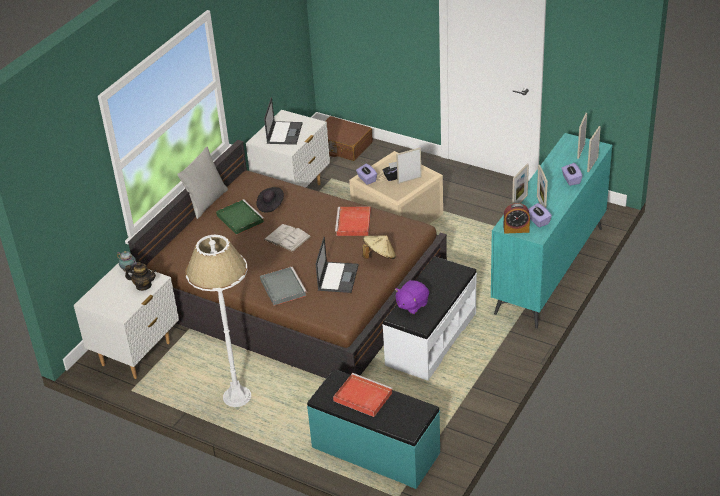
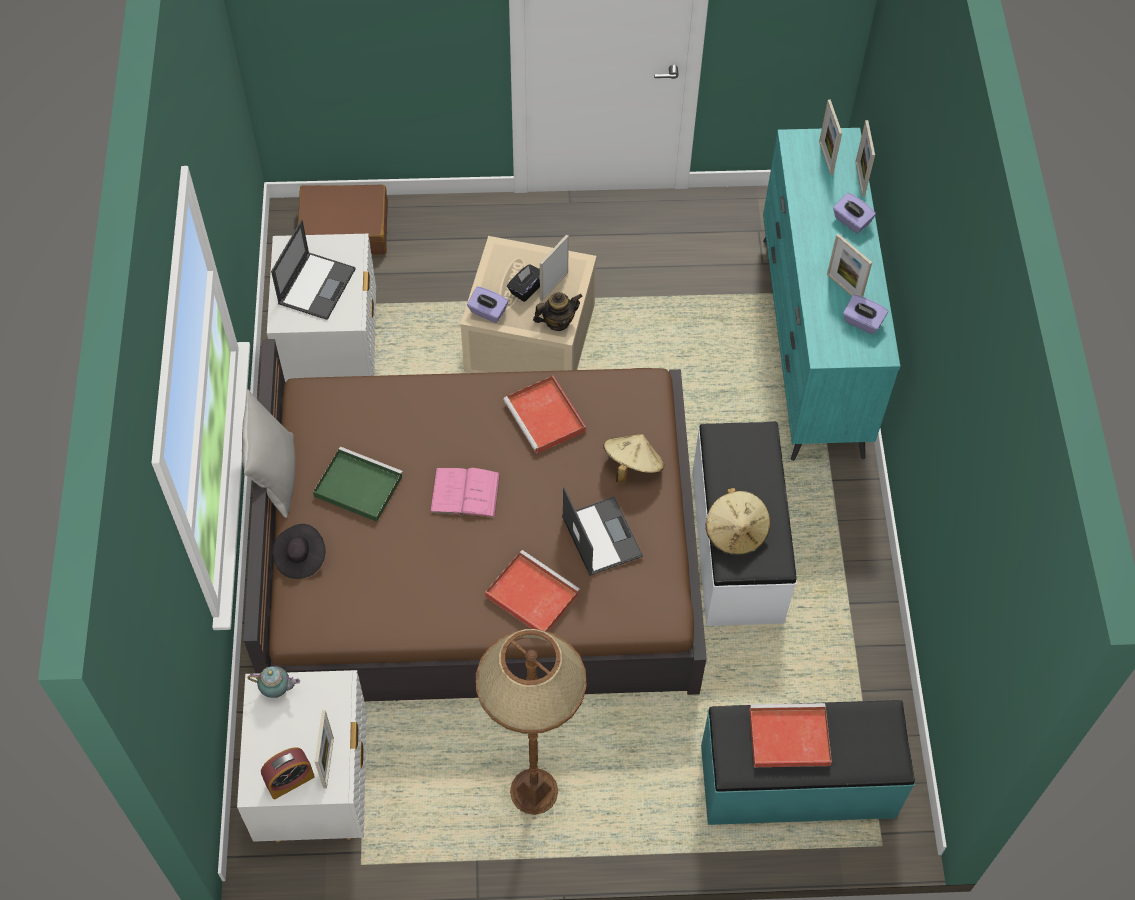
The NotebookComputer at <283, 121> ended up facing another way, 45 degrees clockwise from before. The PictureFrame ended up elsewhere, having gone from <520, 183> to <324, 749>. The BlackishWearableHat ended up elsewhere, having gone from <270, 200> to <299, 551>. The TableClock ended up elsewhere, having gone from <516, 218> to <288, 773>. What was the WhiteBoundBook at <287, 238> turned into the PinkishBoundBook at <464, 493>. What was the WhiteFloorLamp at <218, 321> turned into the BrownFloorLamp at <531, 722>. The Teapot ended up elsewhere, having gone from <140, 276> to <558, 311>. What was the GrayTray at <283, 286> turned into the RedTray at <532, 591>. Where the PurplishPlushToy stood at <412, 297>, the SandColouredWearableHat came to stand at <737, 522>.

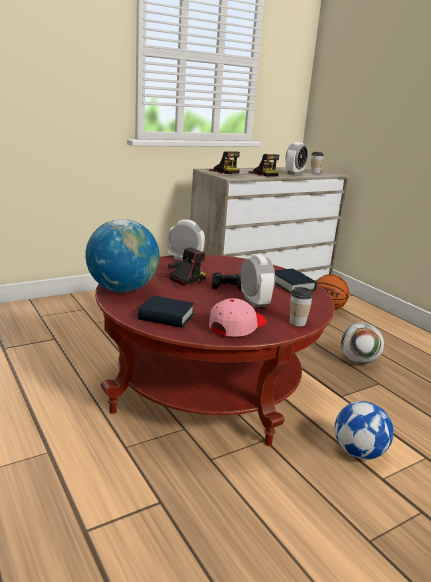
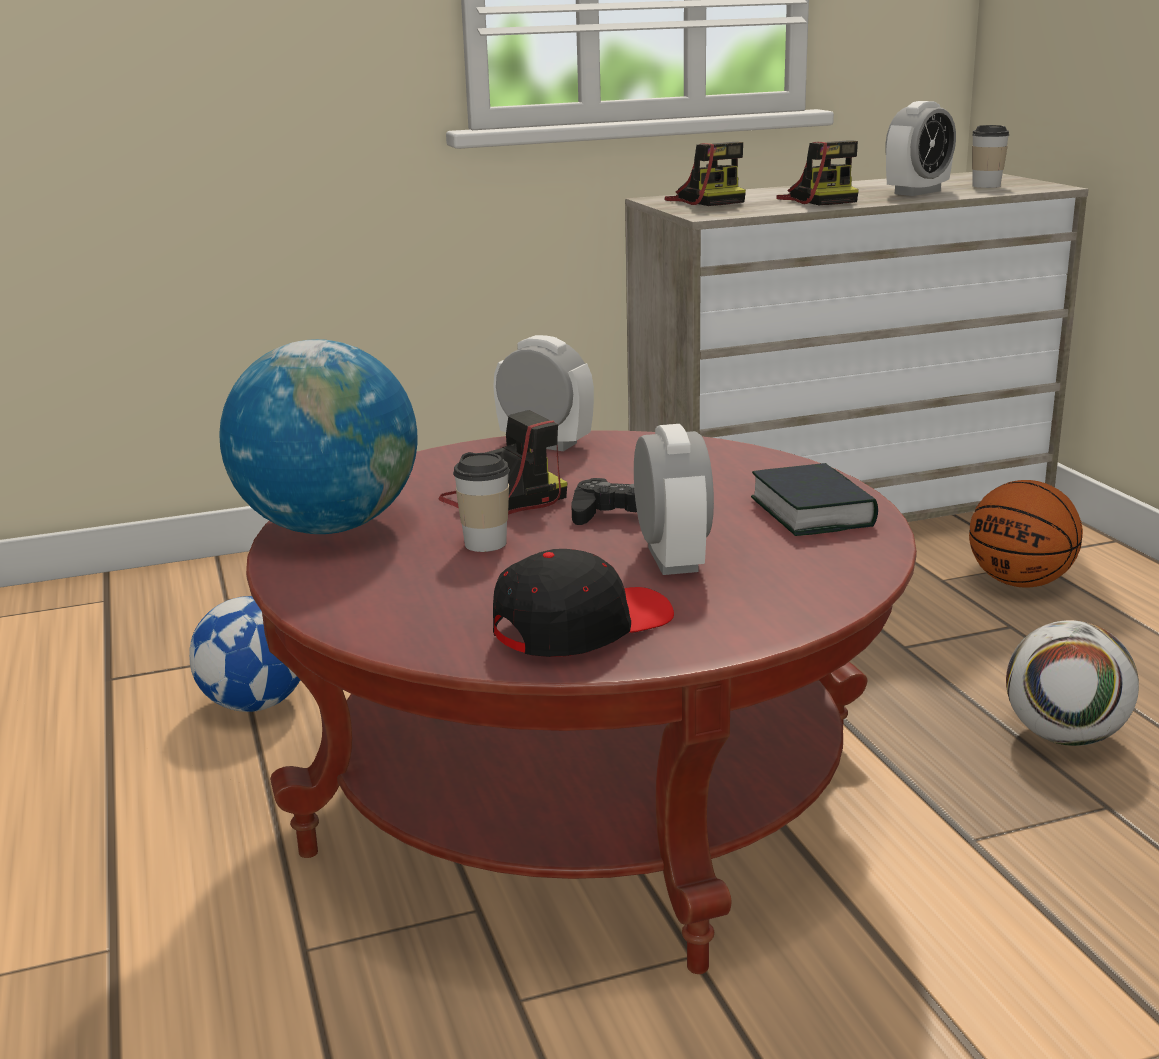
The SmallCup ended up elsewhere, having gone from <301, 307> to <481, 502>. The second view lost the BoundBook at <165, 312>. What was the PinkishPeakedCap at <238, 317> turned into the BlackishPeakedCap at <583, 603>. The Football ended up elsewhere, having gone from <364, 430> to <244, 654>.

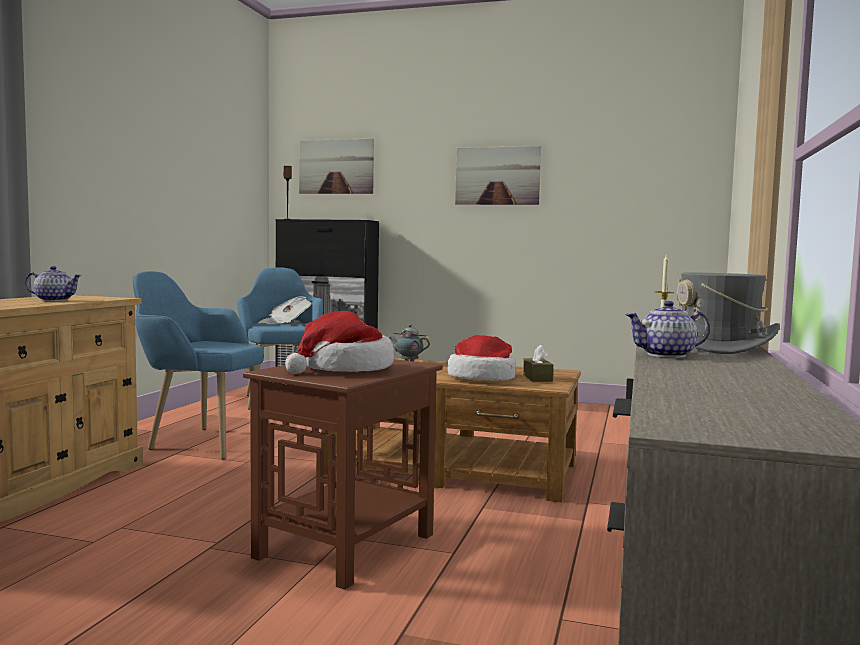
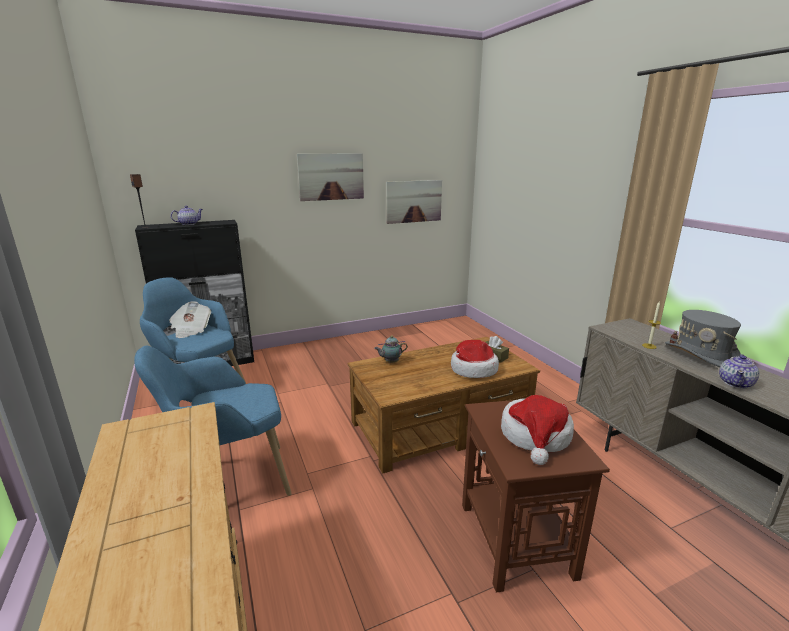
The WallPicture ended up elsewhere, having gone from <336, 166> to <414, 202>. The Teapot ended up elsewhere, having gone from <53, 283> to <187, 215>.

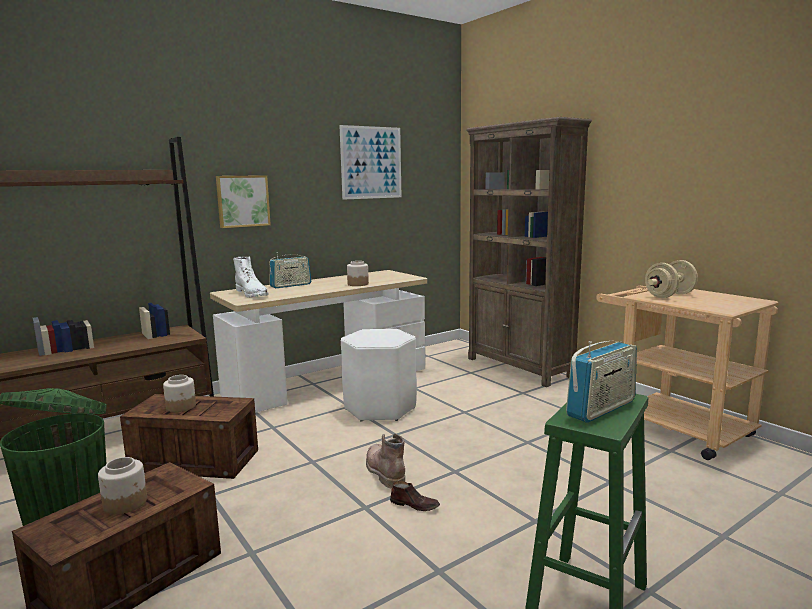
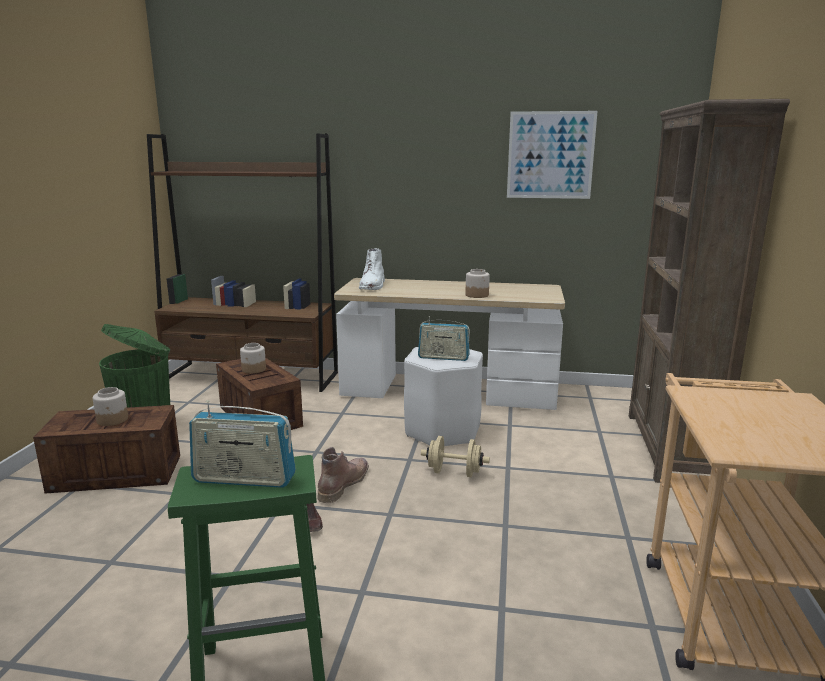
The second view lost the WallPicture at <243, 201>. The RadioReceiver ended up elsewhere, having gone from <290, 270> to <444, 338>. The SandColouredDumbbell ended up elsewhere, having gone from <671, 279> to <455, 456>.

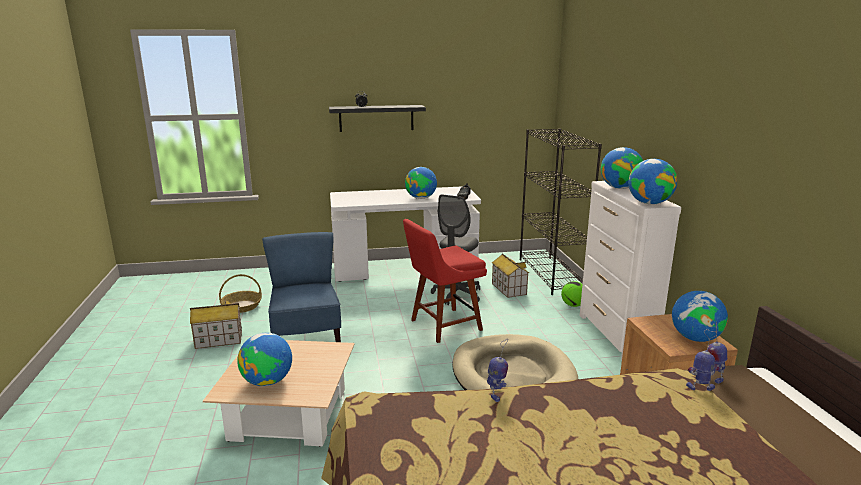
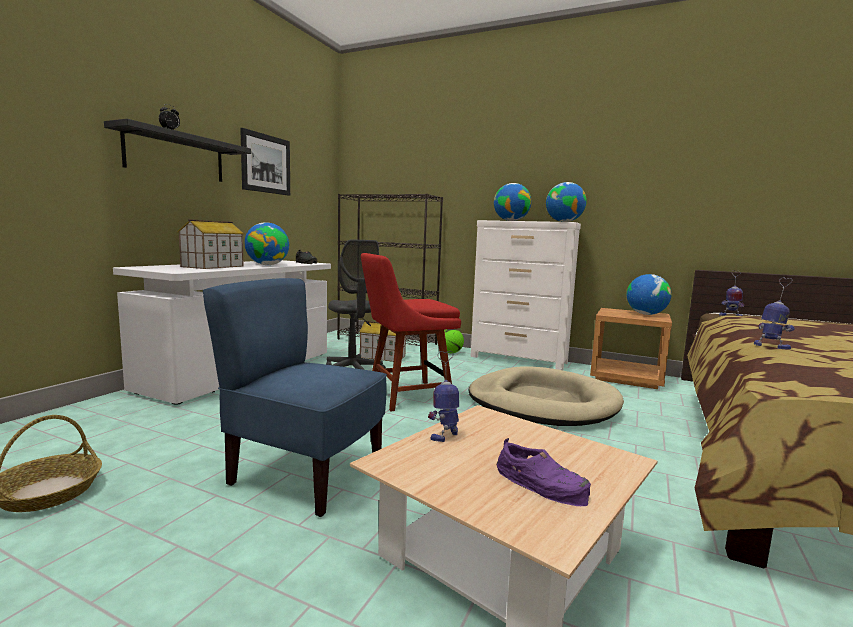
The RedPlainChair at <445, 281> ended up facing another way, 60 degrees clockwise from before. The ToyHouse ended up elsewhere, having gone from <216, 324> to <210, 244>. The RobotFigure ended up elsewhere, having gone from <701, 360> to <443, 396>. Where the DeskGlobe stood at <264, 359>, the PurplishShoe came to stand at <544, 472>. The second view gained the WallPicture at <265, 162>.

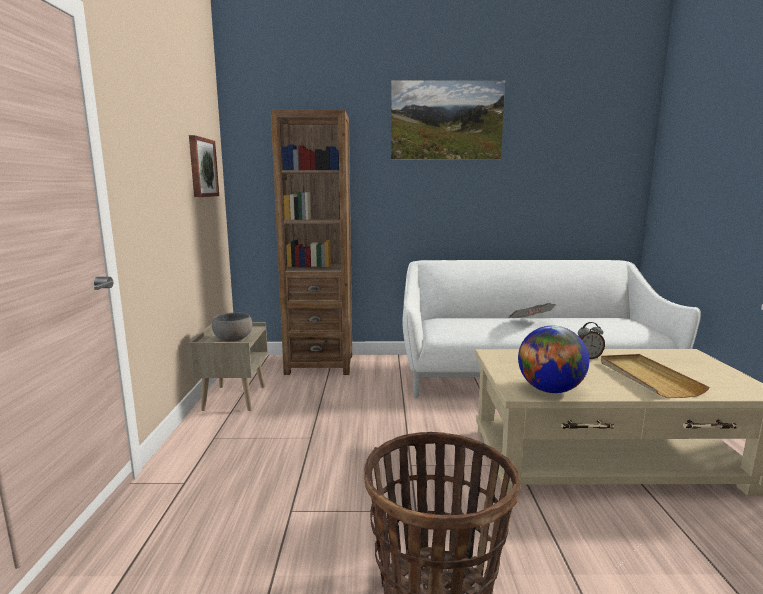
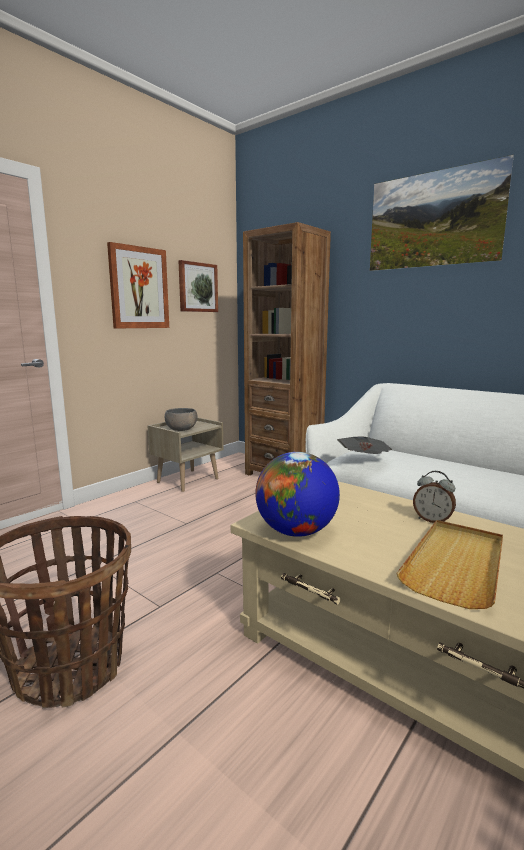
The PrintedPaper ended up elsewhere, having gone from <532, 310> to <364, 445>. The second view gained the WallPicture at <138, 285>.

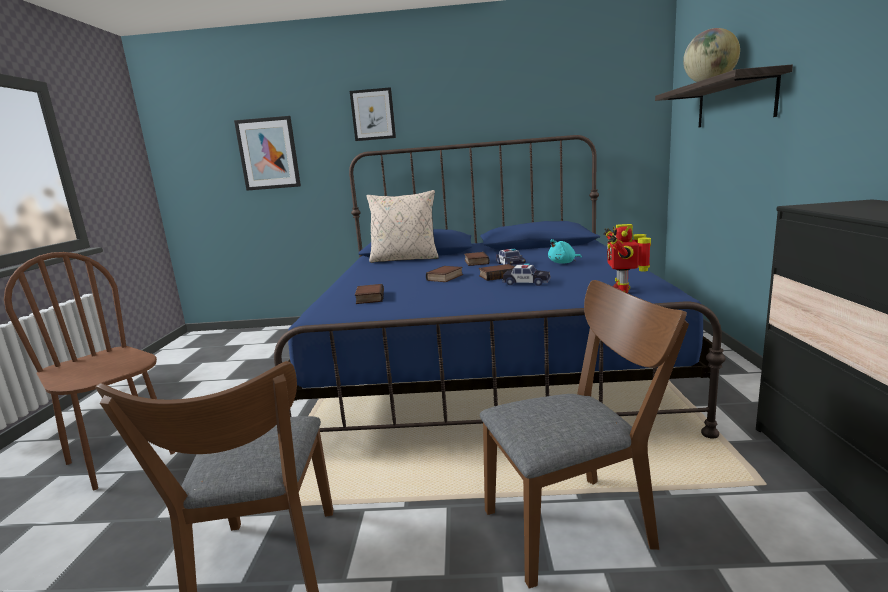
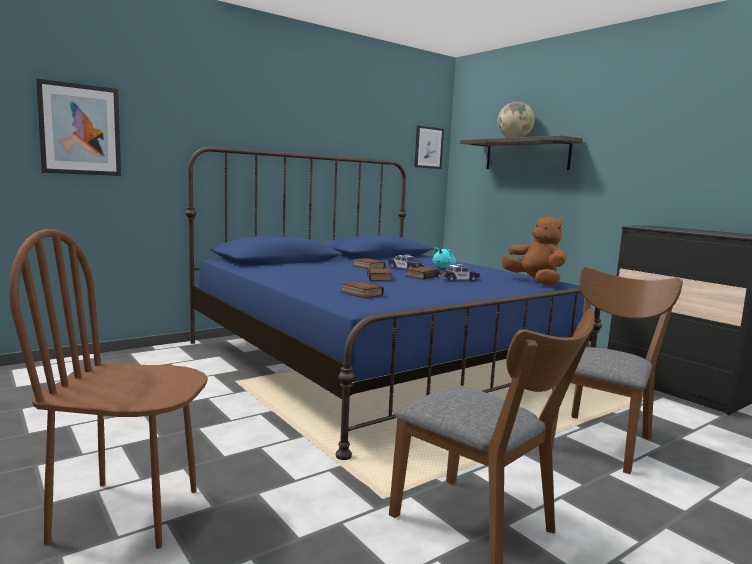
The WallPicture ended up elsewhere, having gone from <373, 114> to <429, 147>. The second view lost the SandColouredThrowPillow at <403, 226>. Where the RobotFigure stood at <627, 258>, the BrownPlushToy came to stand at <534, 250>.

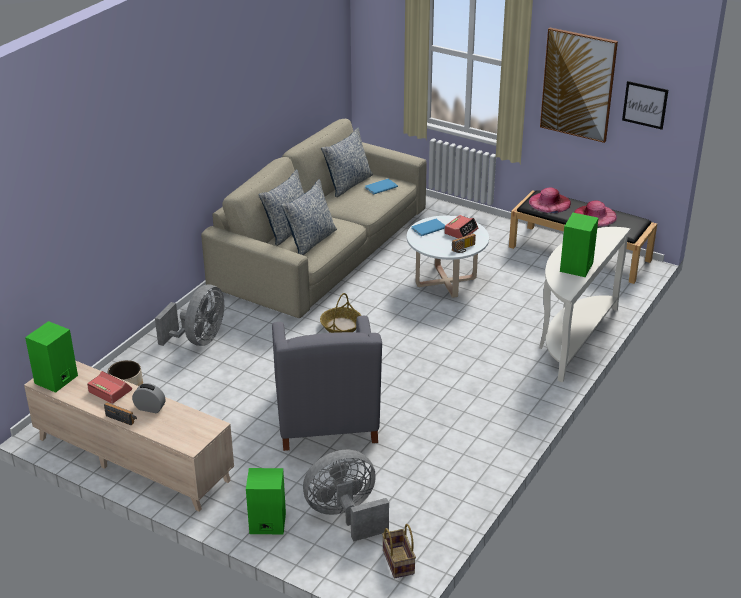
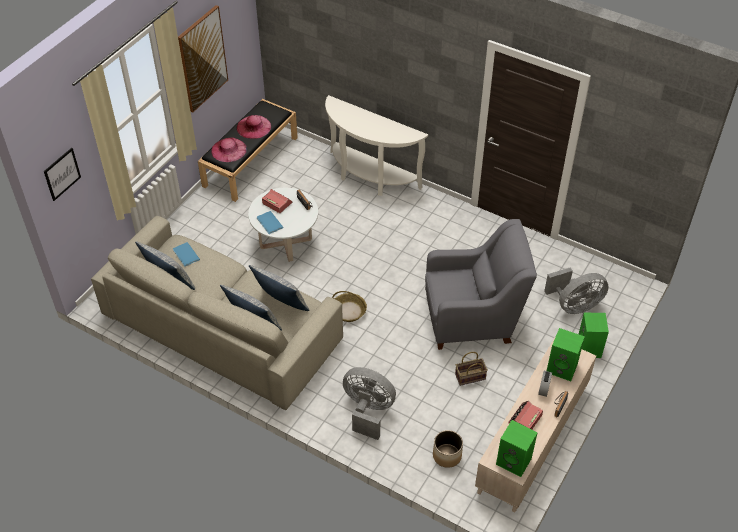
The WallPicture ended up elsewhere, having gone from <645, 105> to <62, 174>. The GreenLoudspeaker ended up elsewhere, having gone from <579, 245> to <566, 354>. The GrayElectricFan at <346, 495> ended up facing another way, 90 degrees counterclockwise from before. The Basket ended up elsewhere, having gone from <399, 551> to <471, 369>.

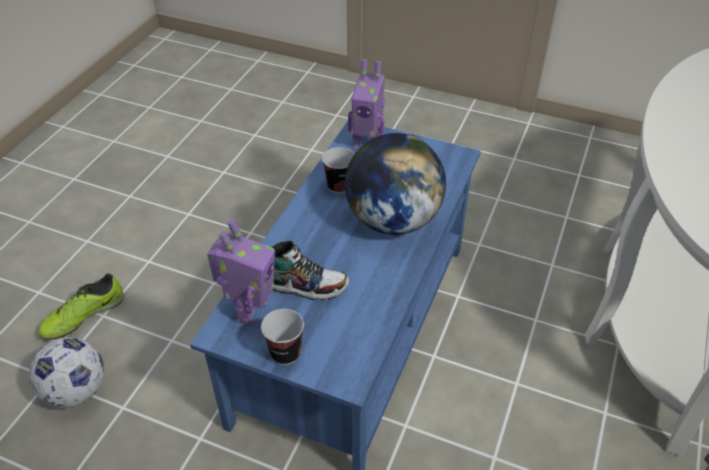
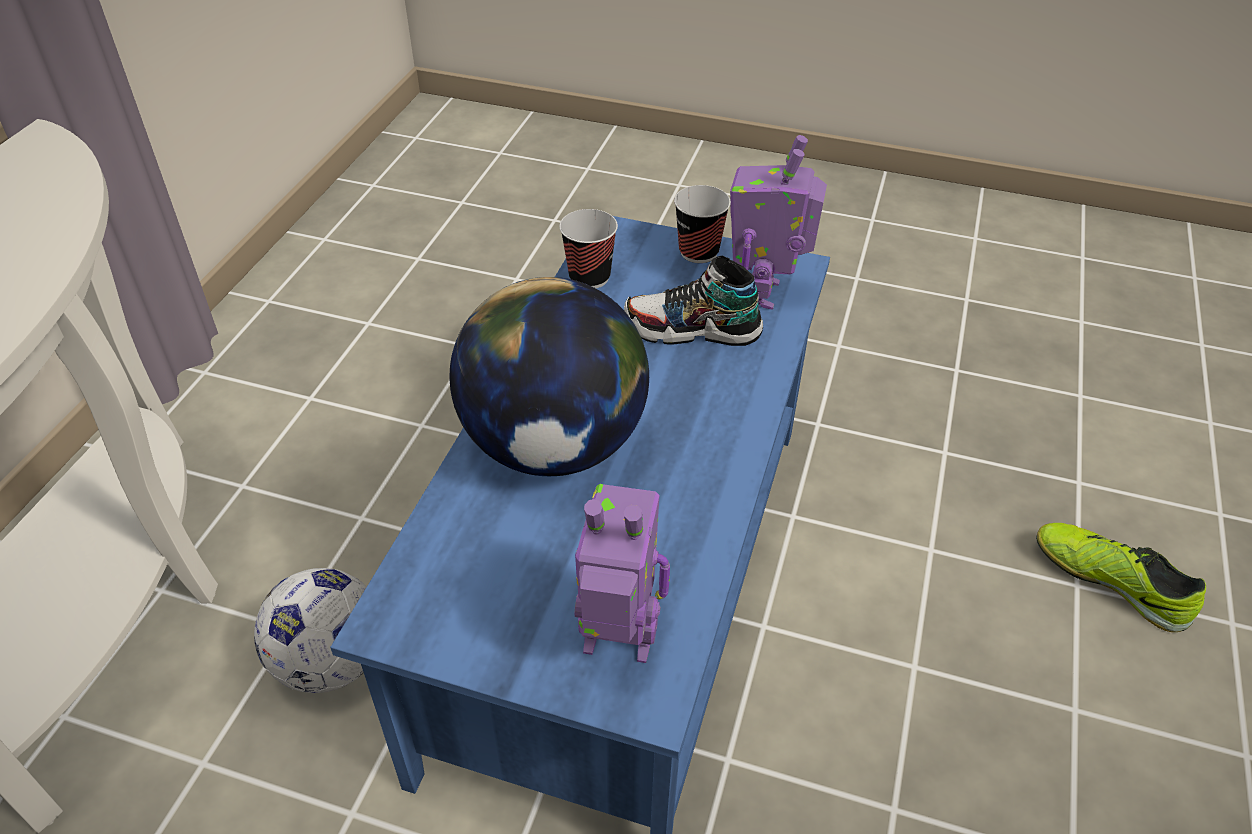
The SmallCup ended up elsewhere, having gone from <338, 170> to <588, 248>. The Shoe at <81, 306> ended up facing another way, 90 degrees counterclockwise from before. The Football ended up elsewhere, having gone from <66, 372> to <310, 630>.

